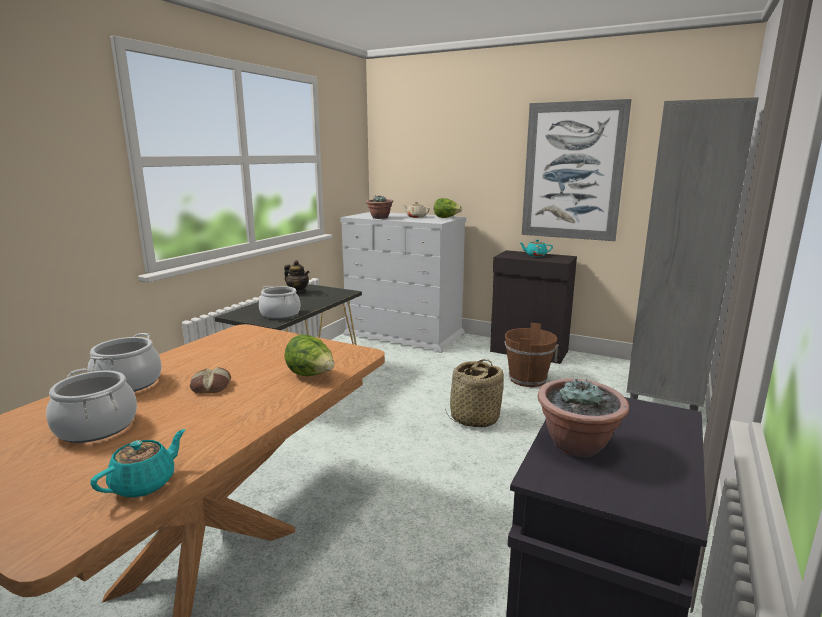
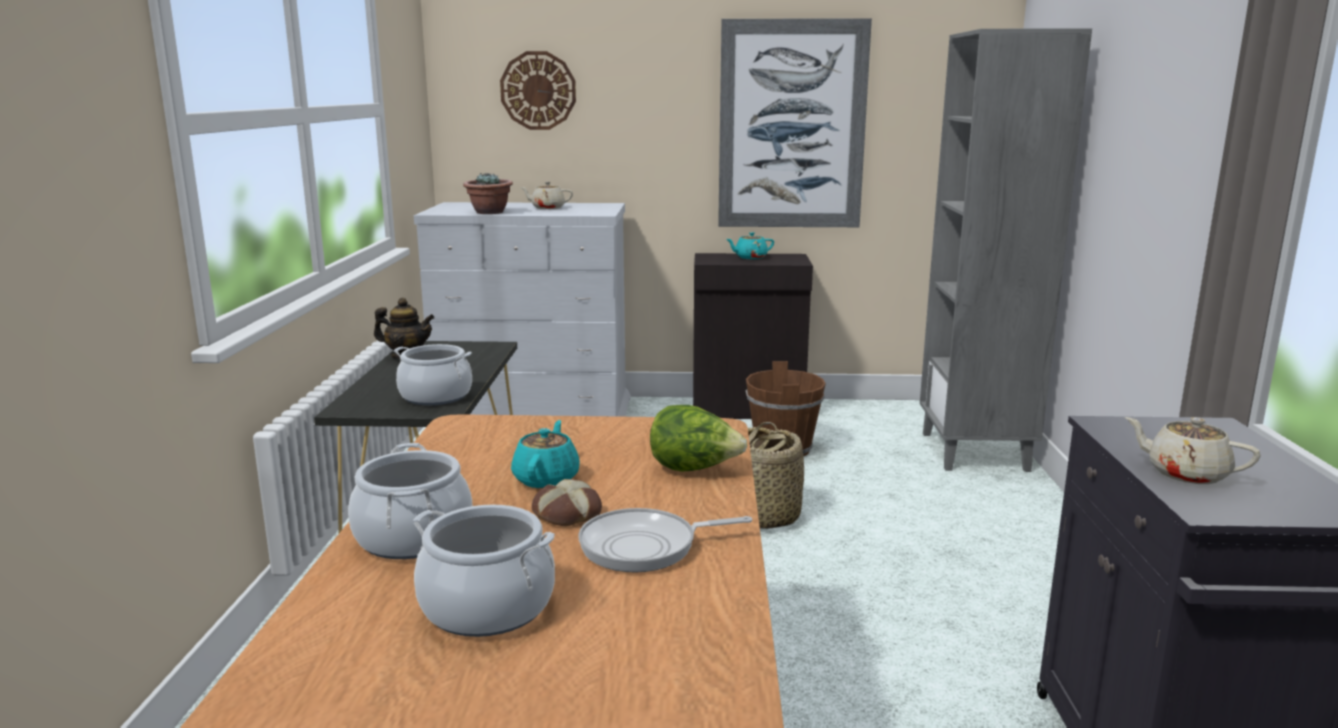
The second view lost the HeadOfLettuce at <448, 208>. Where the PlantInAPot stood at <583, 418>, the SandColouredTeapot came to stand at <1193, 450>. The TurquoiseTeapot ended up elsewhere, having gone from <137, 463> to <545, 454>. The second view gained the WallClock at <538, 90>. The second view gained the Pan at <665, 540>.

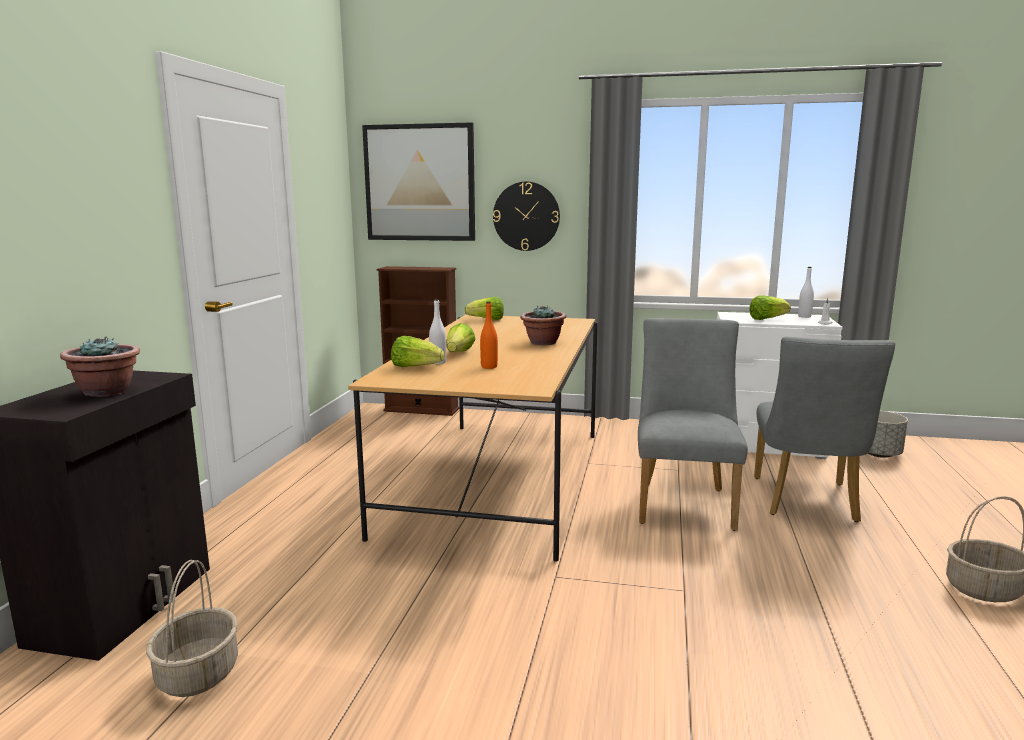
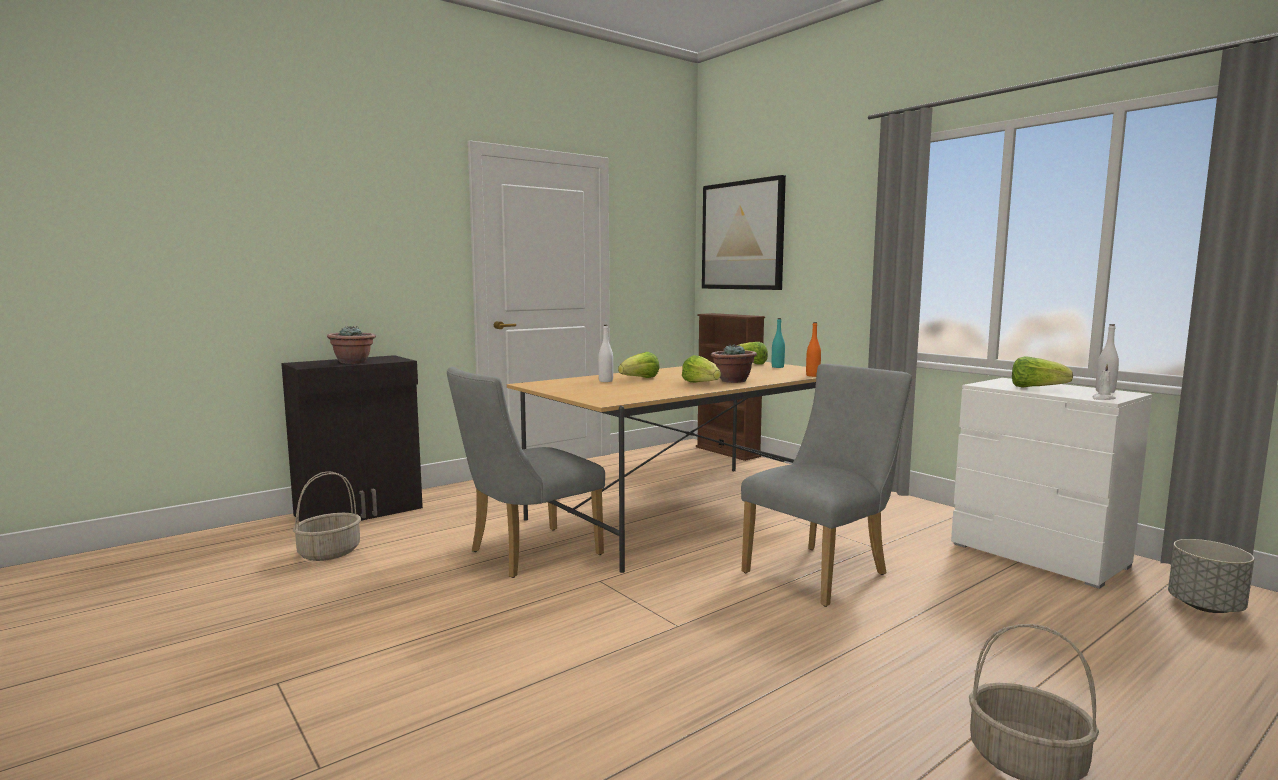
The second view lost the WallClock at <526, 216>. The OrangeBottle ended up elsewhere, having gone from <489, 335> to <813, 349>. The HeadOfLettuce ended up elsewhere, having gone from <418, 351> to <701, 369>. The GrayPlainChair ended up elsewhere, having gone from <824, 429> to <526, 472>. The second view gained the TurquoiseBottle at <778, 343>.

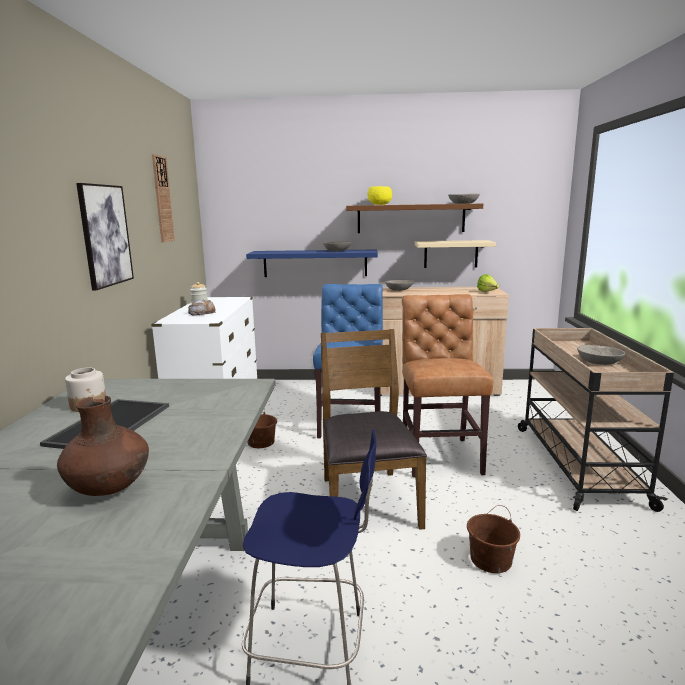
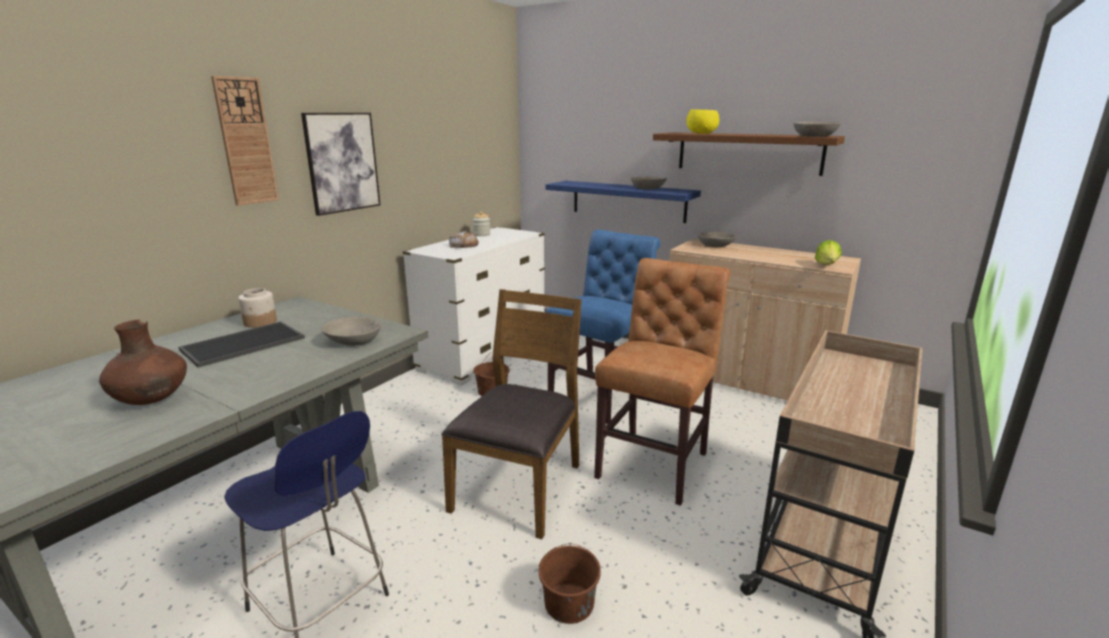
The WallClock ended up elsewhere, having gone from <163, 198> to <245, 140>. The second view lost the SandColouredShelf at <455, 254>. The GrayServingBowl ended up elsewhere, having gone from <601, 355> to <351, 331>.

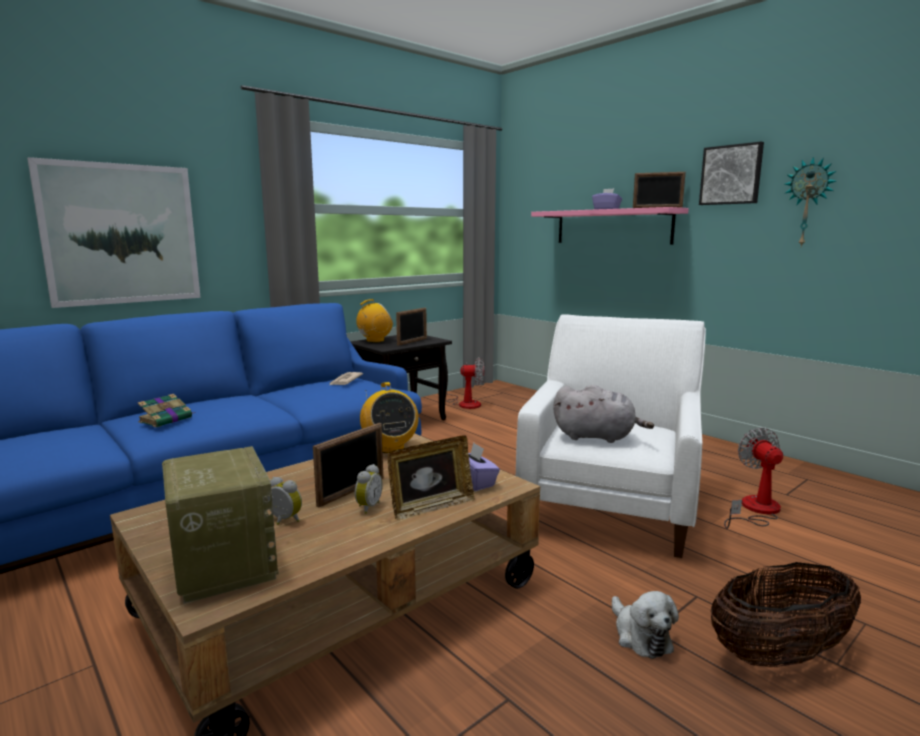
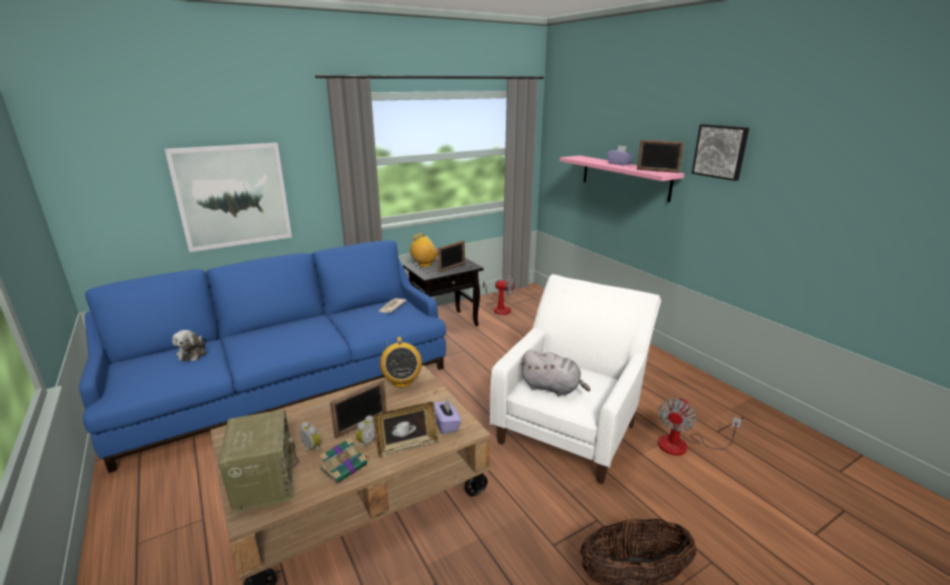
The second view lost the WallClock at <810, 202>. The BoundBook ended up elsewhere, having gone from <165, 410> to <344, 461>. The ElectricFan at <753, 478> ended up facing another way, 150 degrees counterclockwise from before. The PlushToy ended up elsewhere, having gone from <645, 625> to <189, 346>.

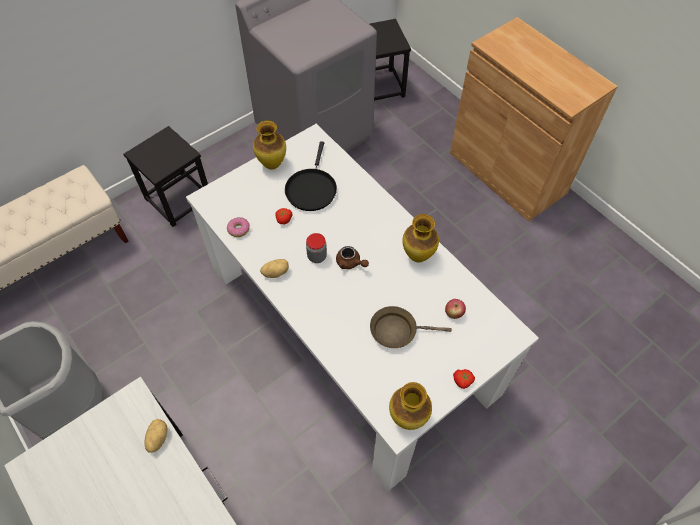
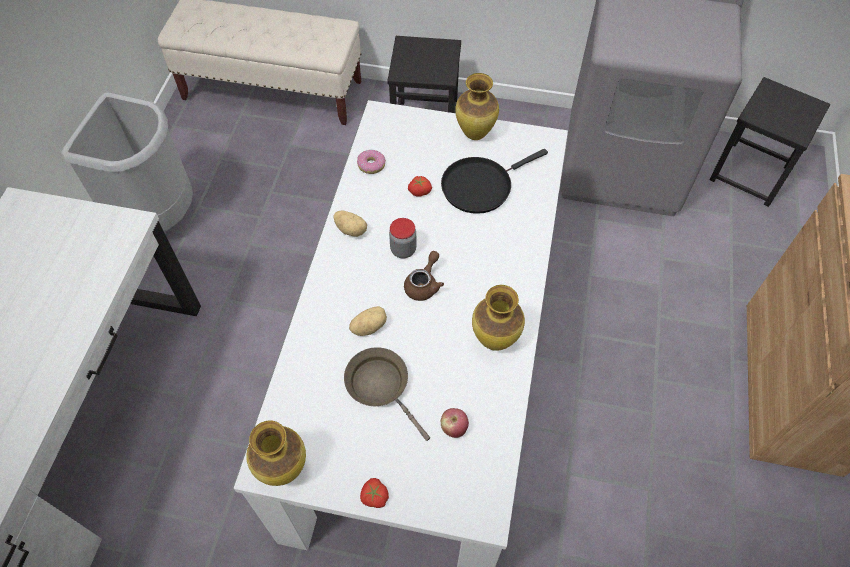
The BrownTeapot at <352, 257> ended up facing another way, 150 degrees counterclockwise from before. The Spud ended up elsewhere, having gone from <156, 436> to <368, 321>.

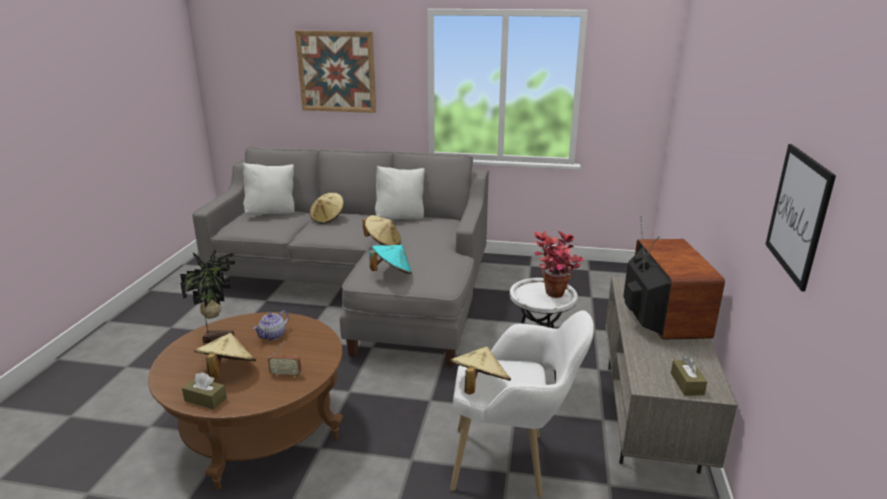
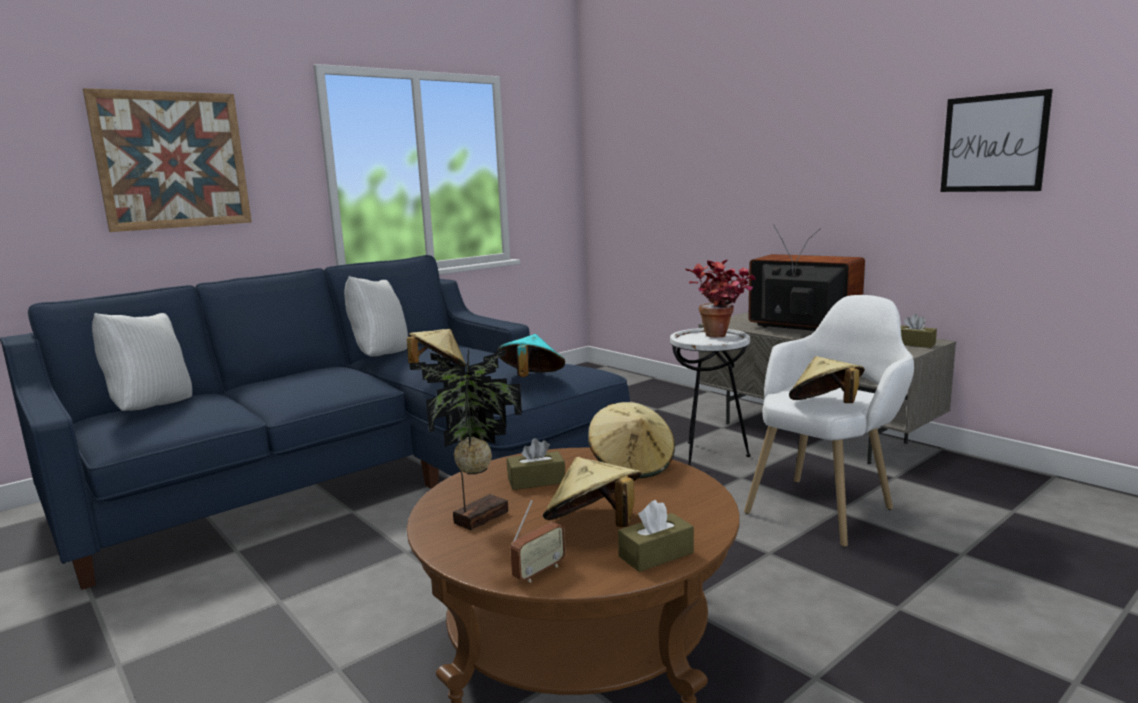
What was the GraySettee at <340, 257> turned into the BlueSettee at <315, 422>. The SandColouredWearableHat ended up elsewhere, having gone from <327, 208> to <631, 440>. Where the Teapot stood at <271, 325>, the BrownBoxOfTissues came to stand at <536, 464>. The RadioReceiver ended up elsewhere, having gone from <285, 359> to <538, 541>.

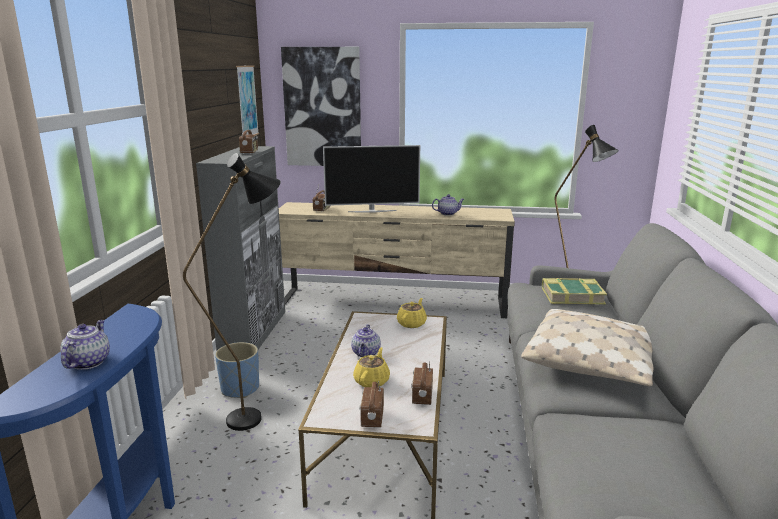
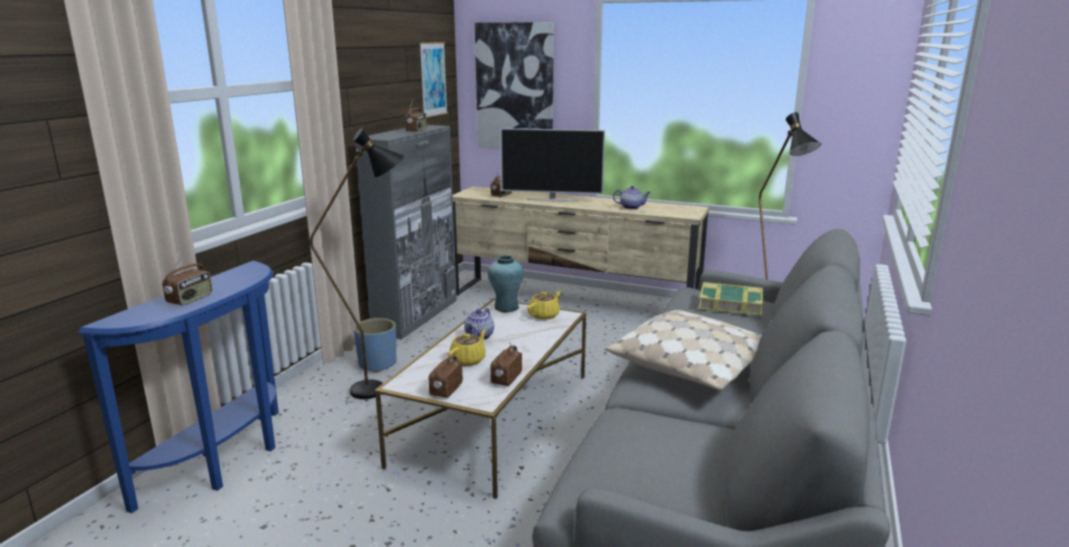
Where the Teapot stood at <85, 345>, the RadioReceiver came to stand at <187, 278>. The second view gained the TurquoiseFlowerVase at <506, 283>.

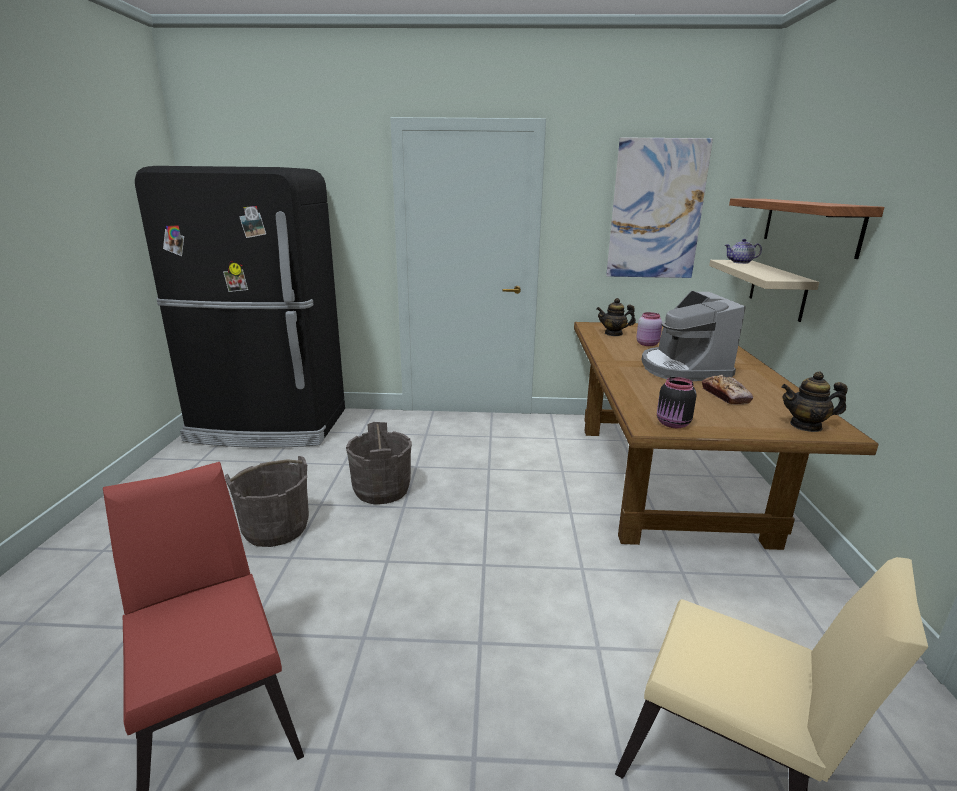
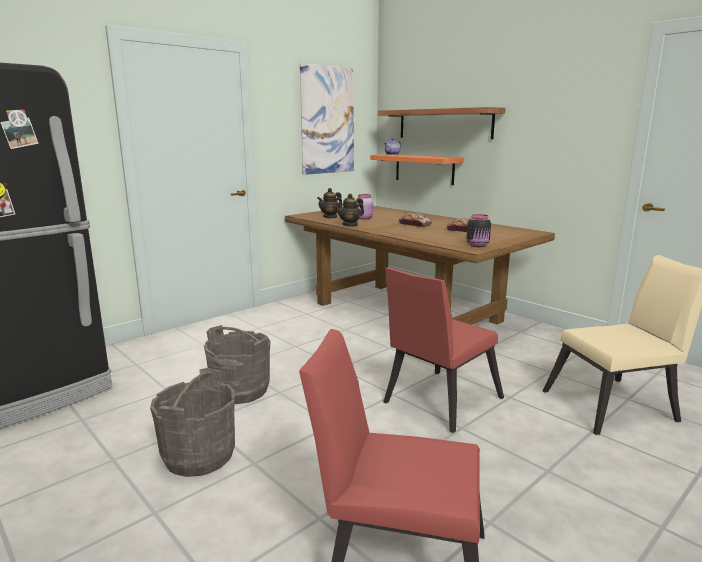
What was the SandColouredShelf at <764, 291> turned into the OrangeShelf at <417, 169>. Where the CoffeeBrewer stood at <694, 336>, the BakedBread came to stand at <415, 219>. The Teapot ended up elsewhere, having gone from <814, 402> to <350, 210>. The second view gained the RedPlainChair at <443, 350>.

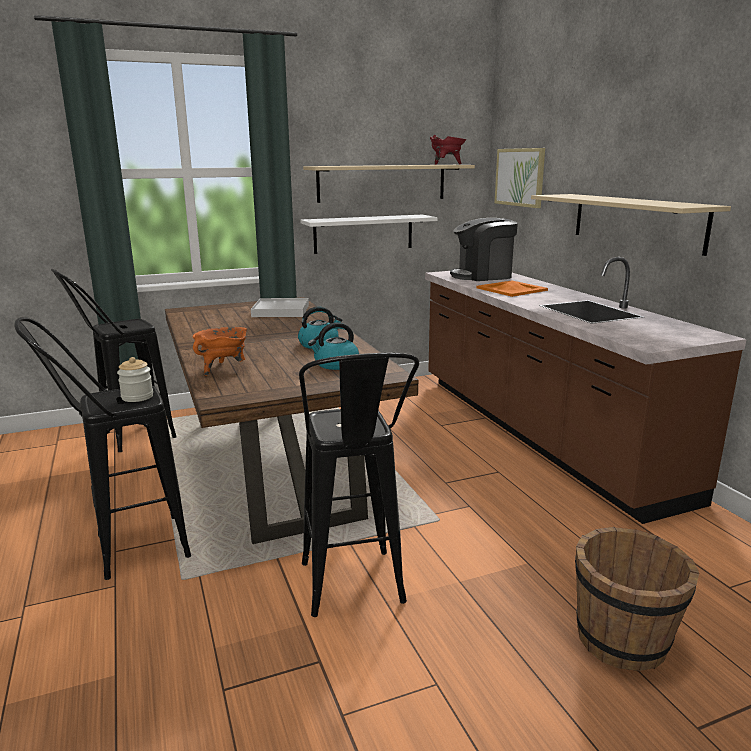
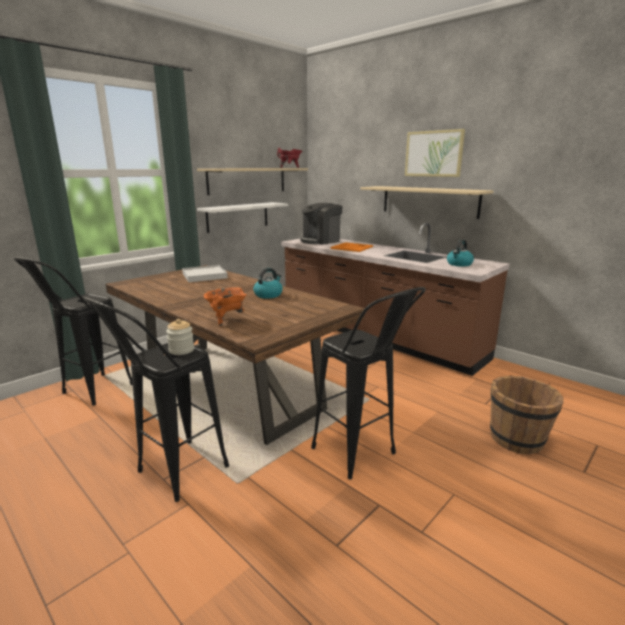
The WallPicture ended up elsewhere, having gone from <520, 178> to <435, 153>. The Kettle ended up elsewhere, having gone from <333, 346> to <460, 253>.

